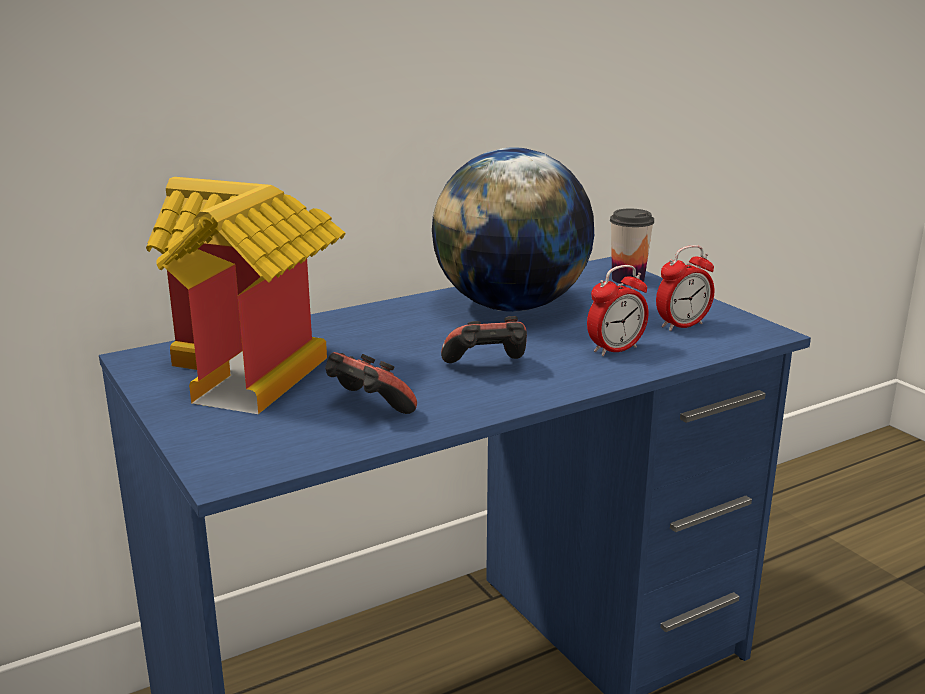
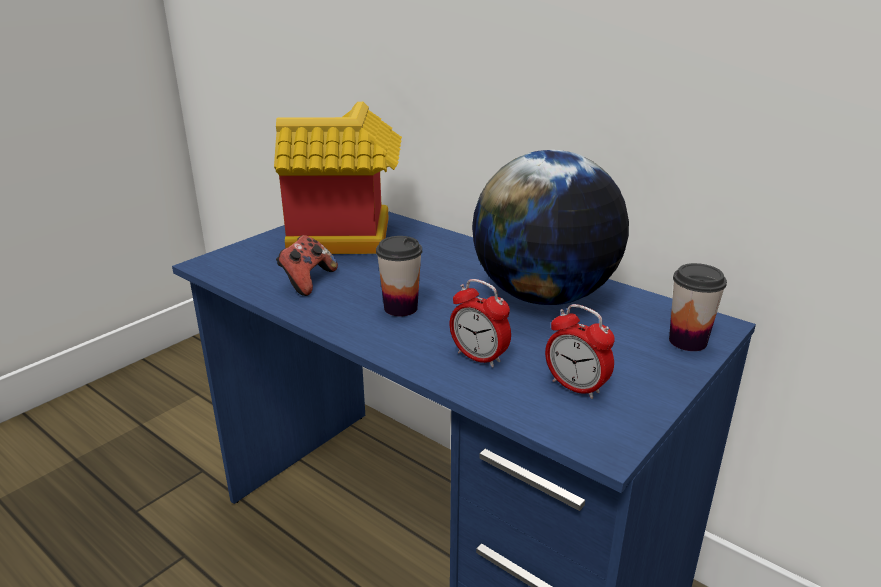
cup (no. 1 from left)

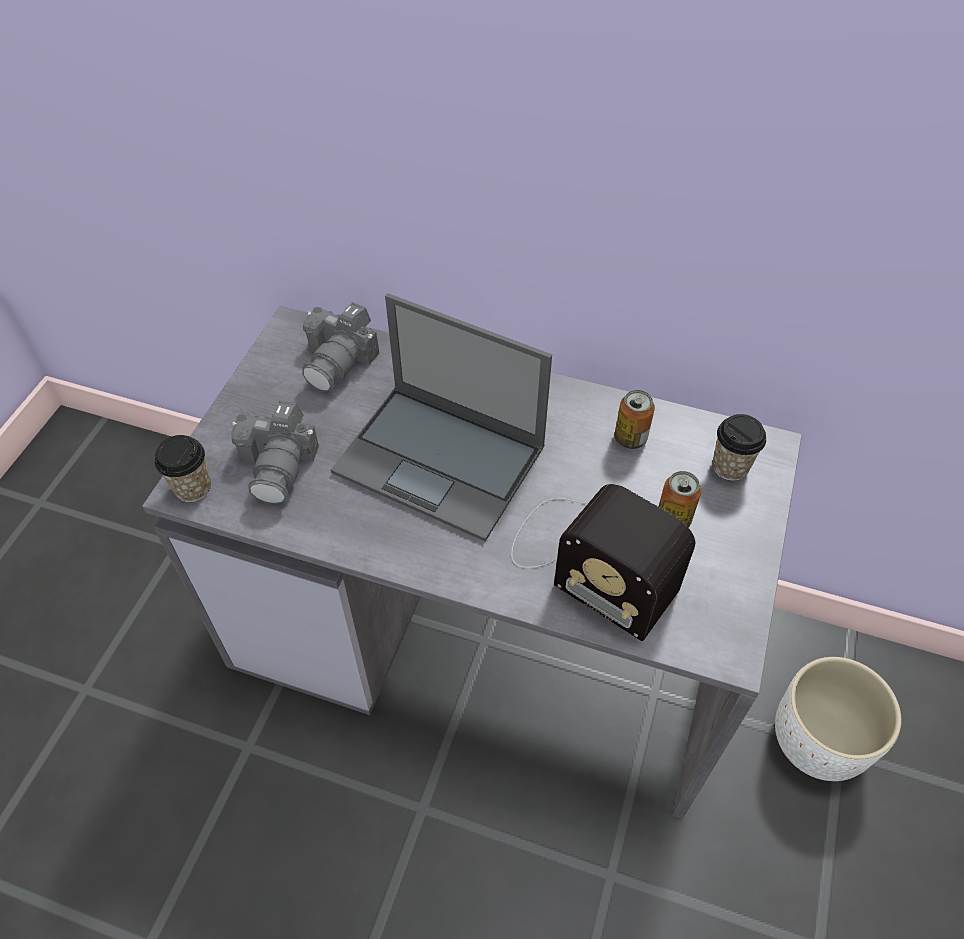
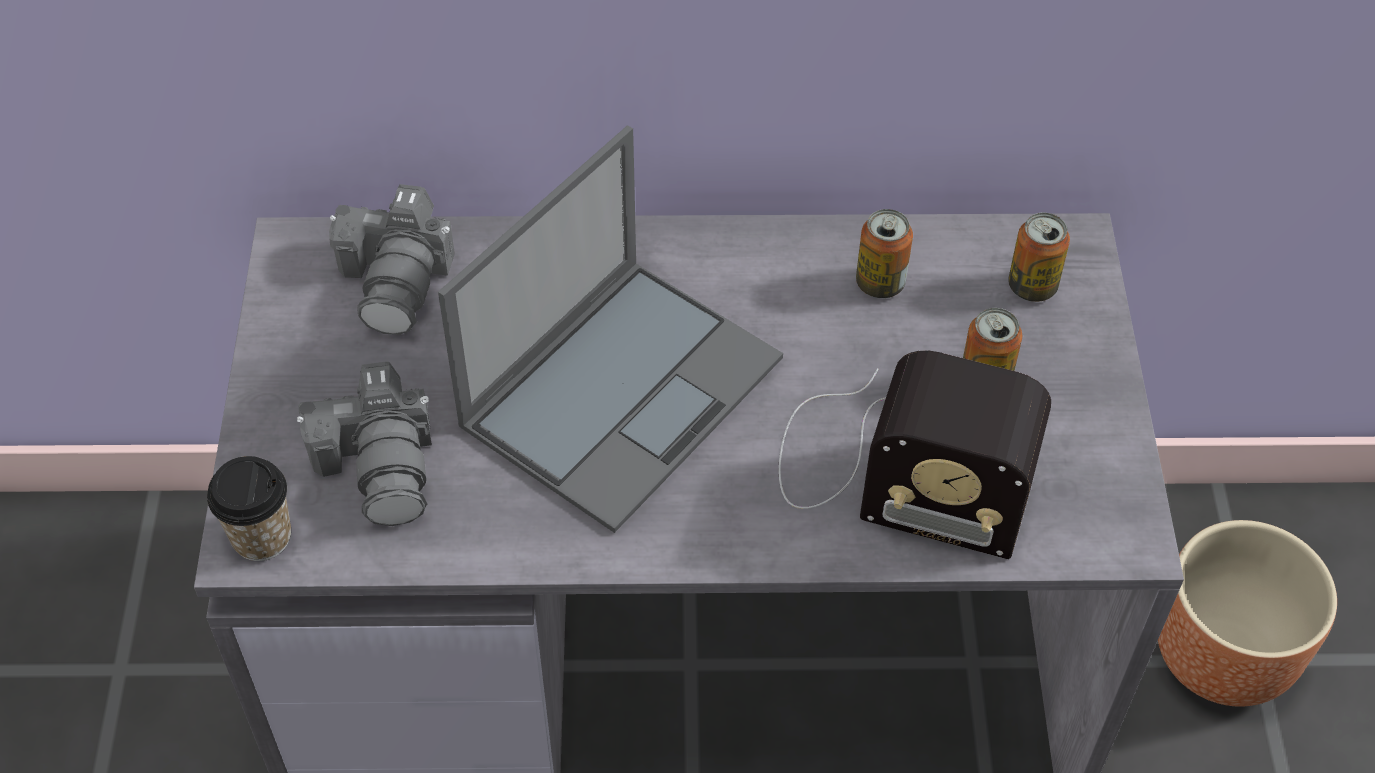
laptop
can (no. 3 from left)
brown planter

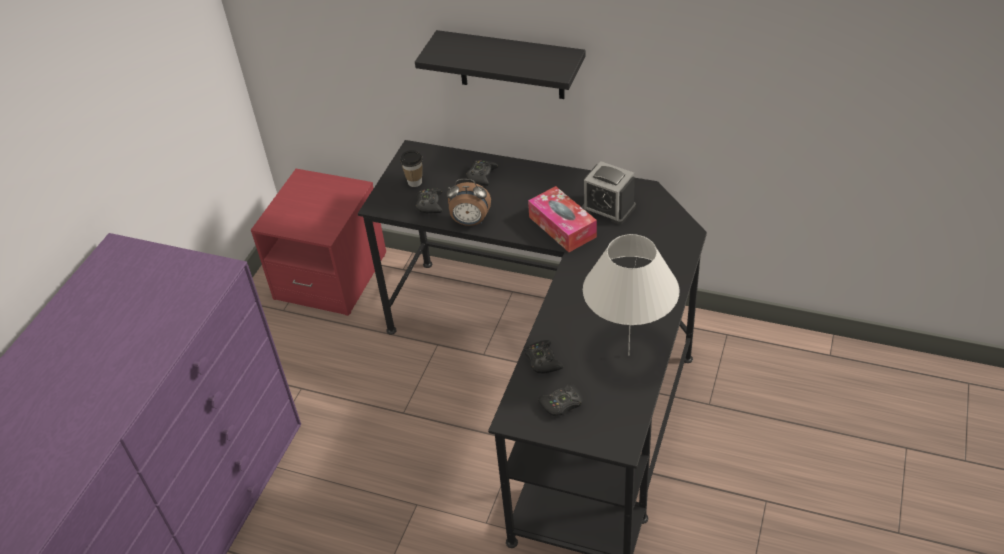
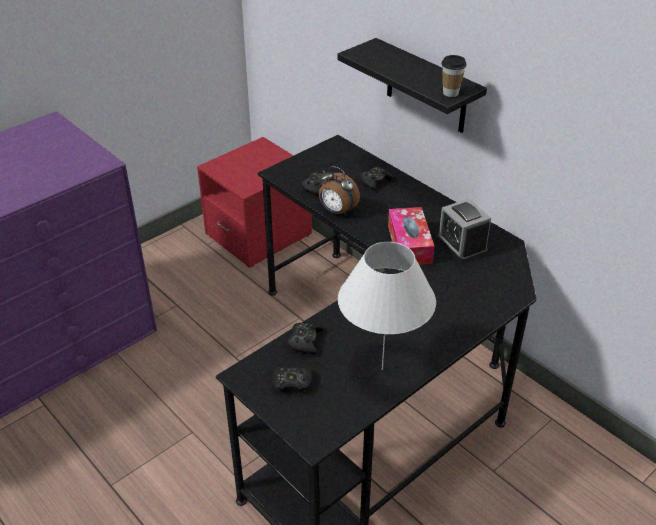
cup

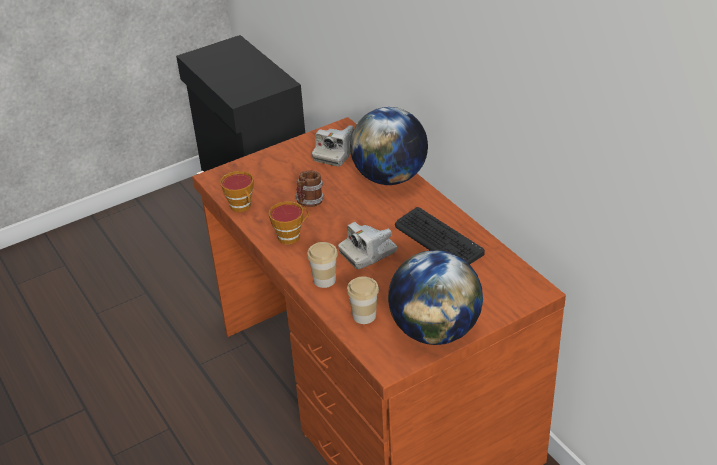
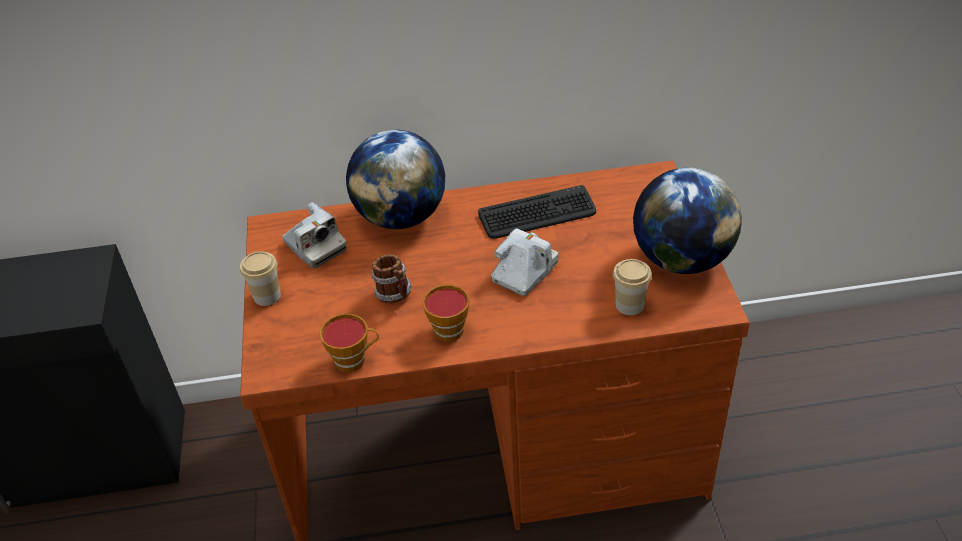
cup (no. 1 from left)
photo camera (no. 2 from left)

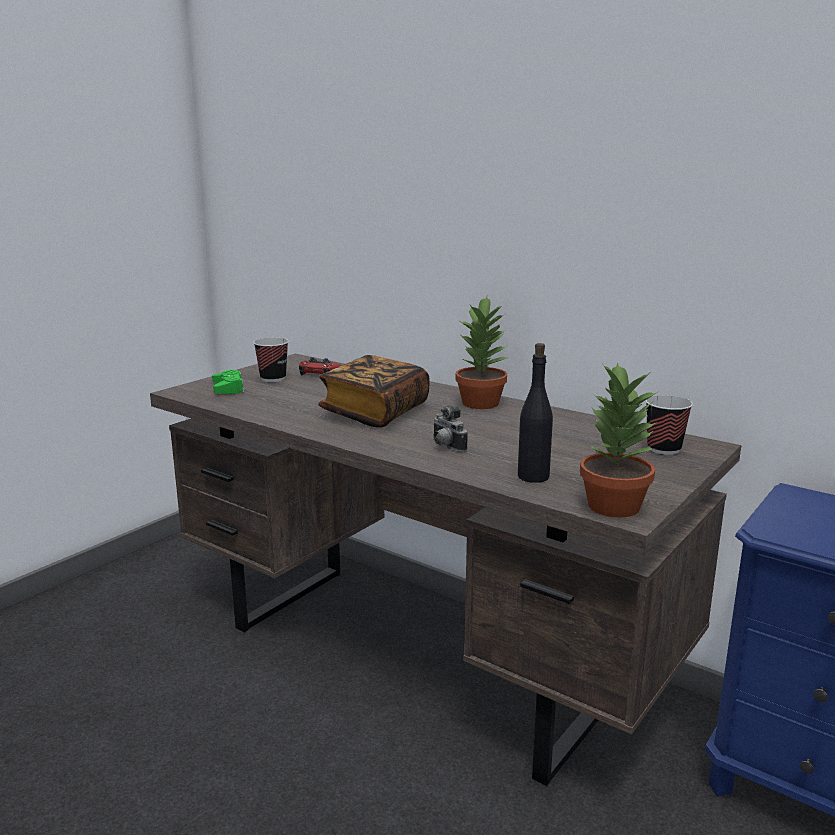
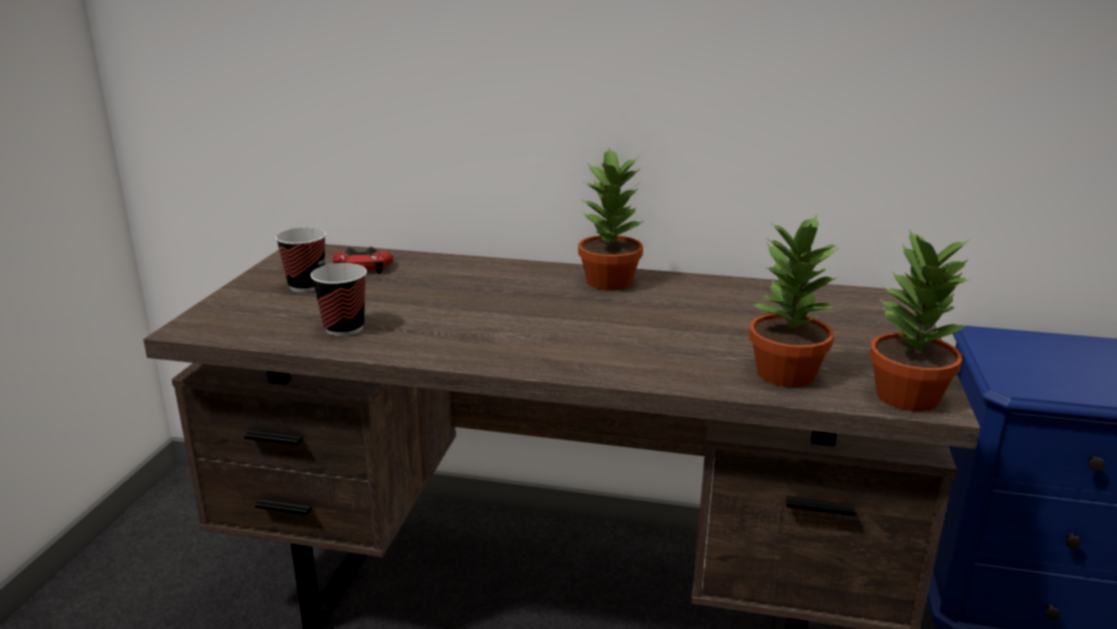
cup (no. 2 from left)
potted plant (no. 2 from left)
green game controller
book
photo camera

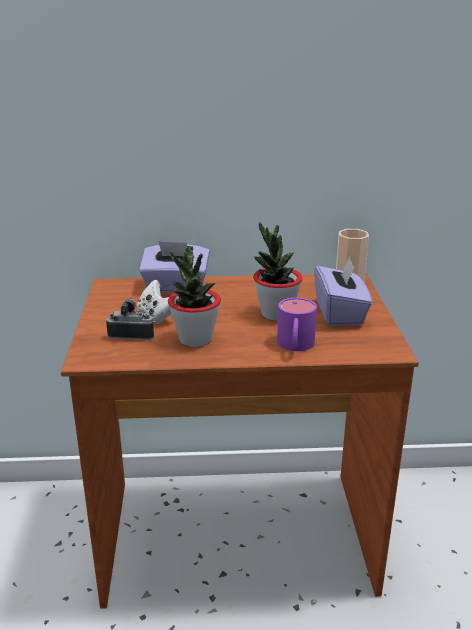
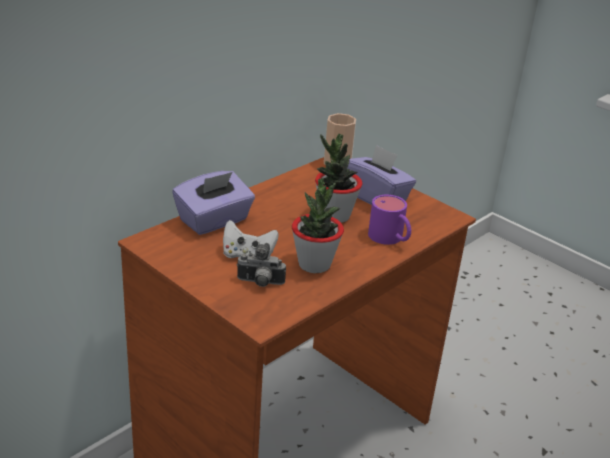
photo camera

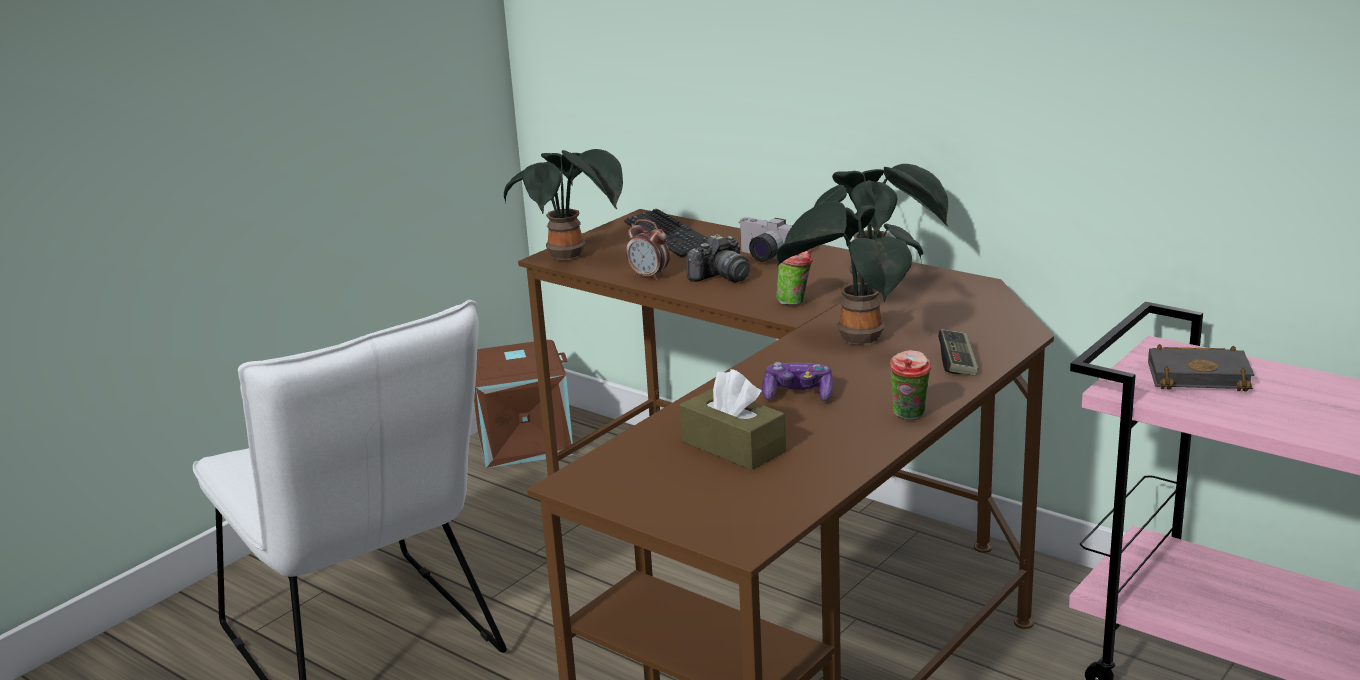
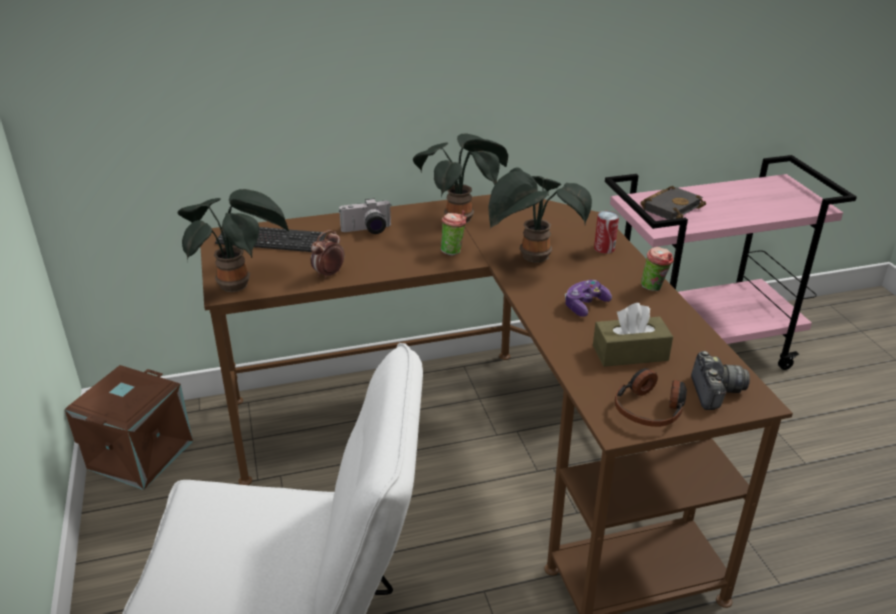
alarm clock
can
headphones
photo camera (no. 2 from left)

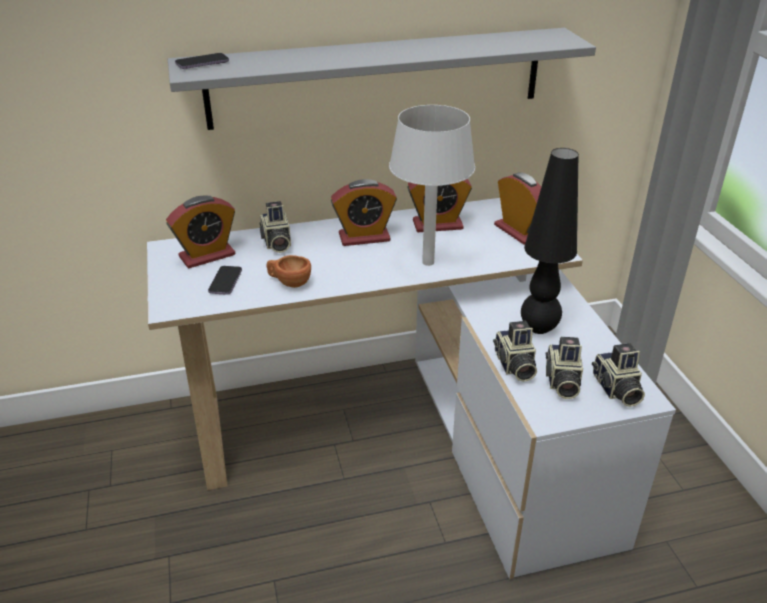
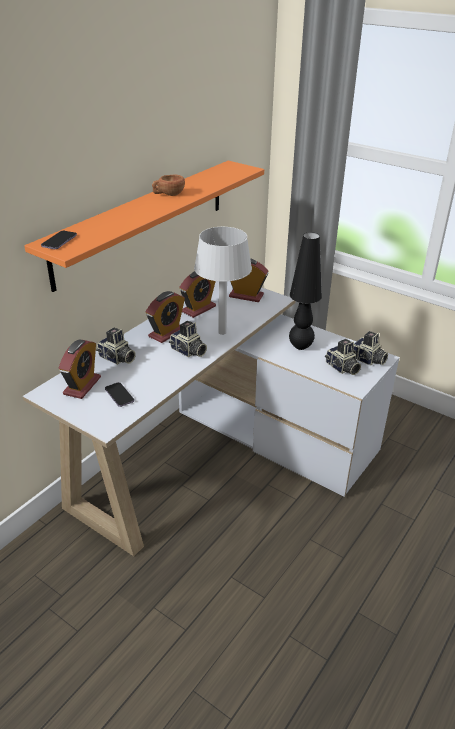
orange shelf
brown cup
photo camera (no. 2 from left)

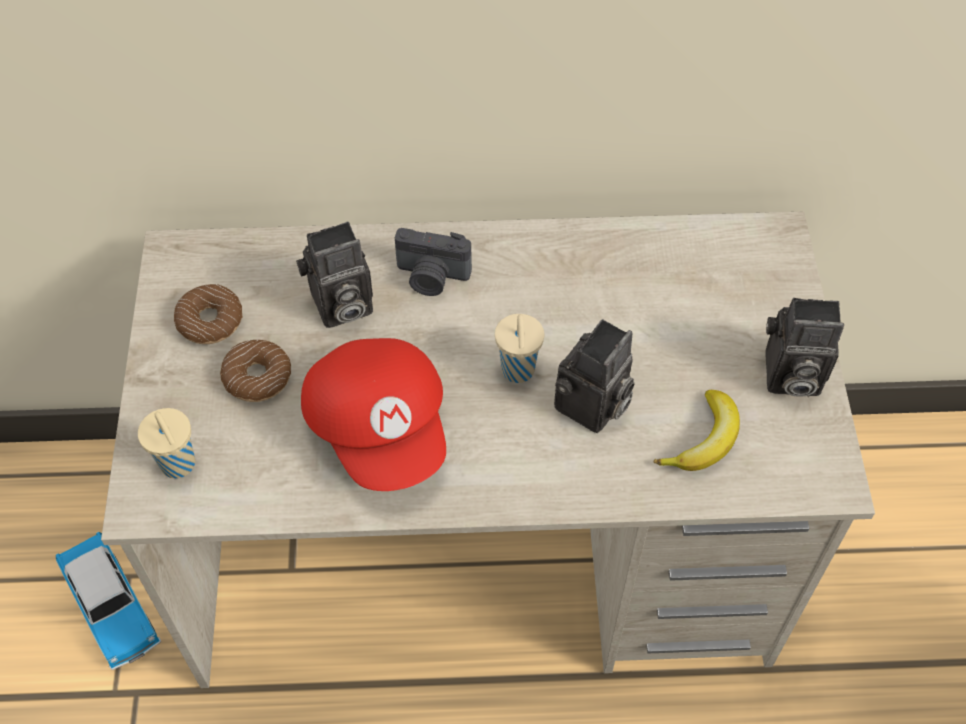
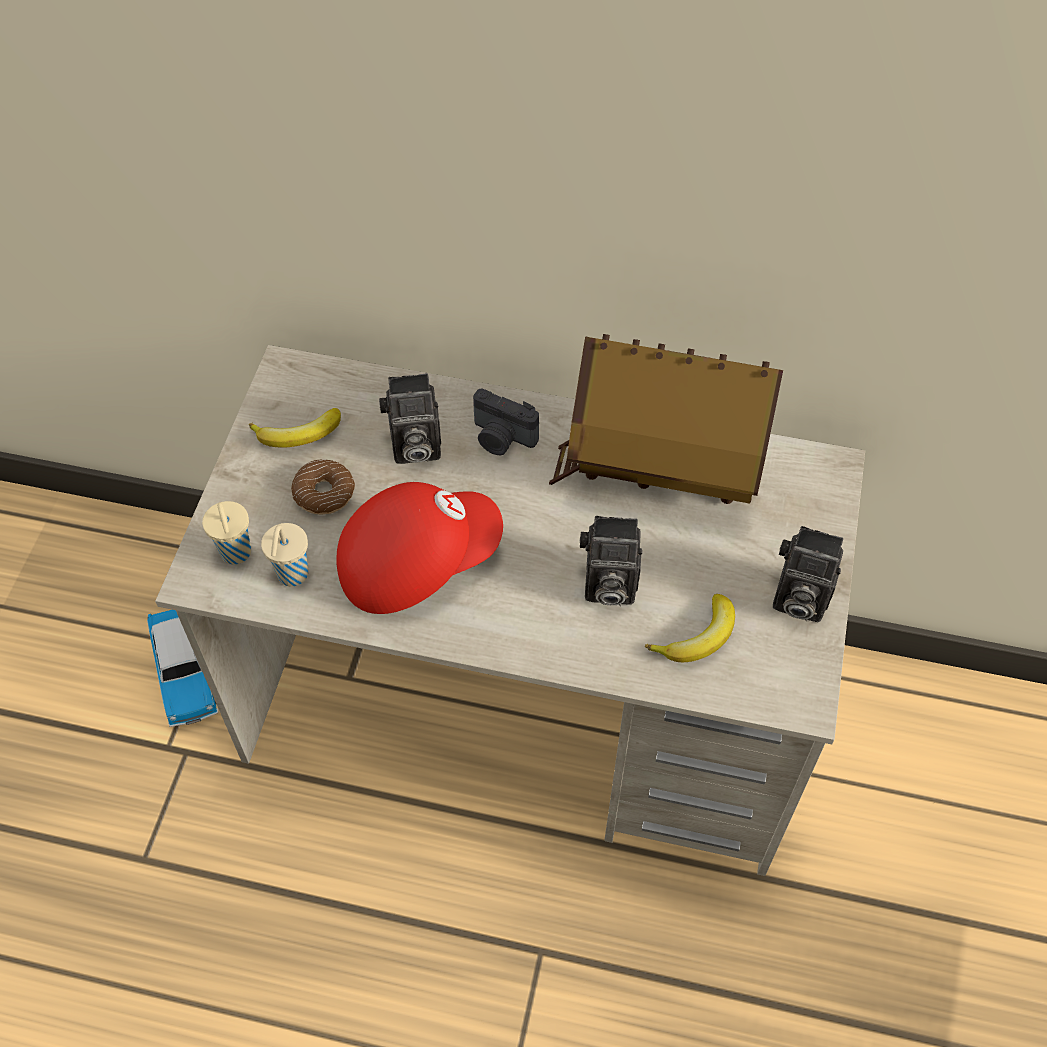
banana (no. 1 from left)
beige cup (no. 2 from left)
red cap
toy house
photo camera (no. 3 from left)

